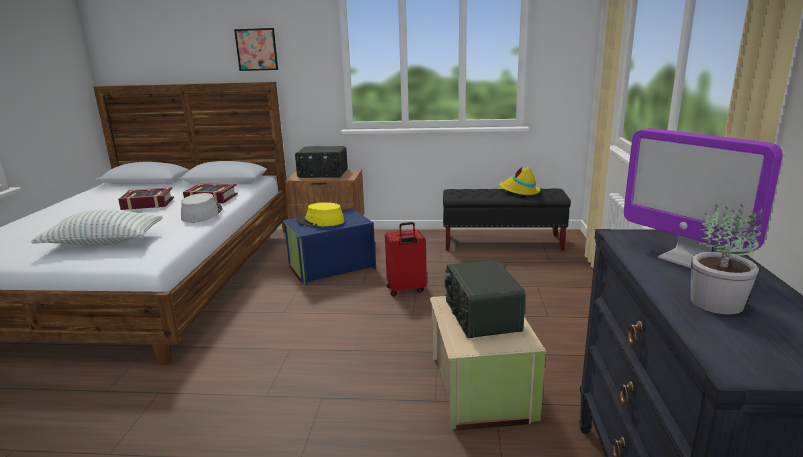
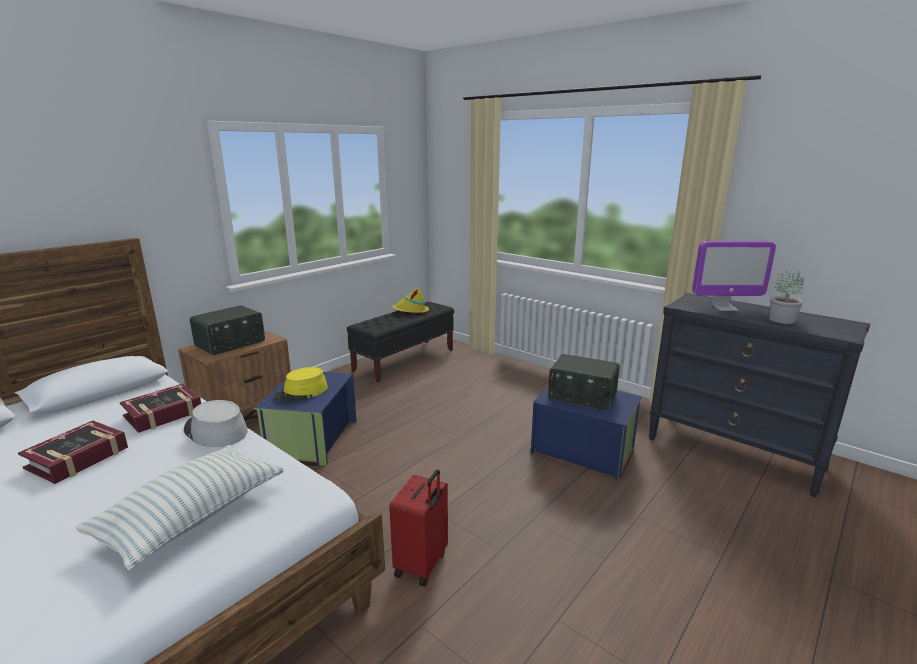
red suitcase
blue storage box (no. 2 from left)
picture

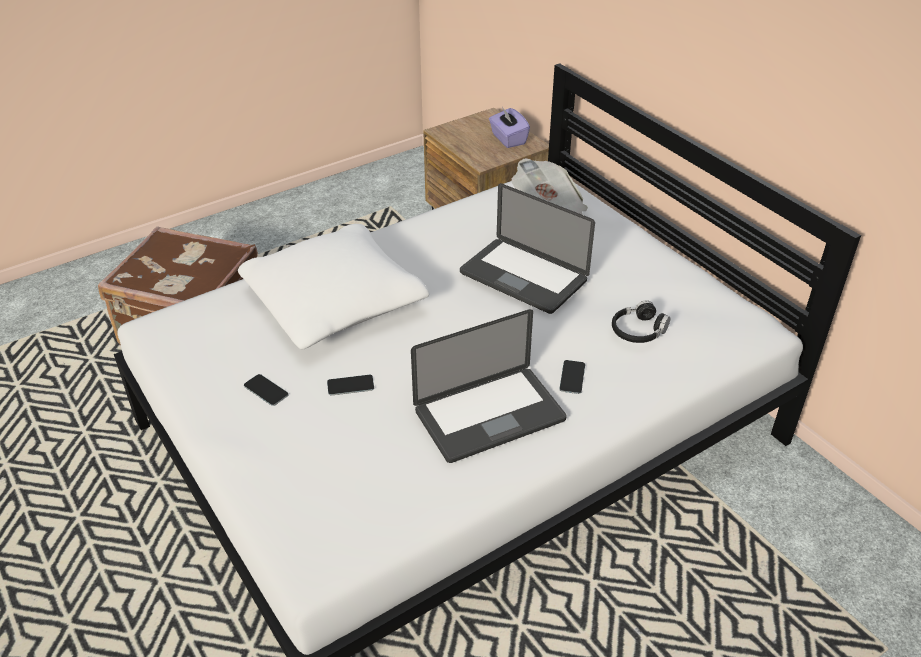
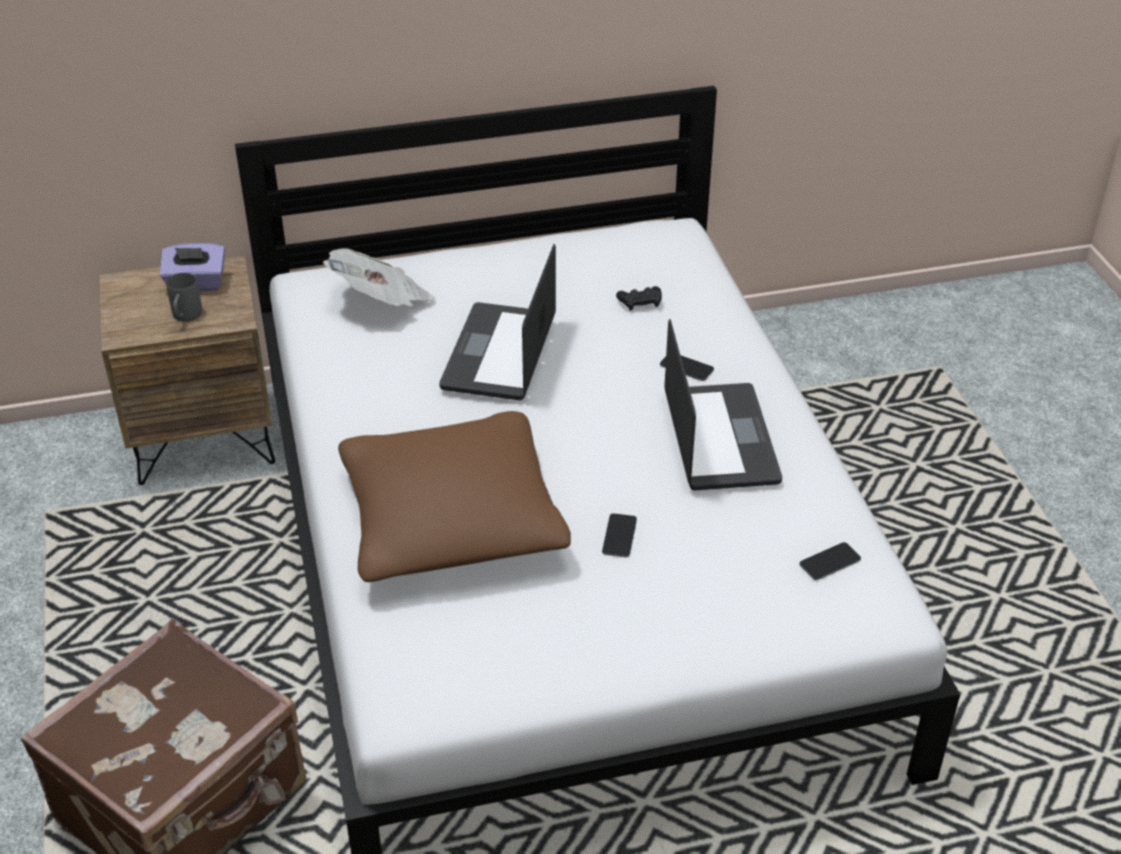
grey mug
brown pillow
laptop (no. 1 from left)
black game controller
phone (no. 3 from left)

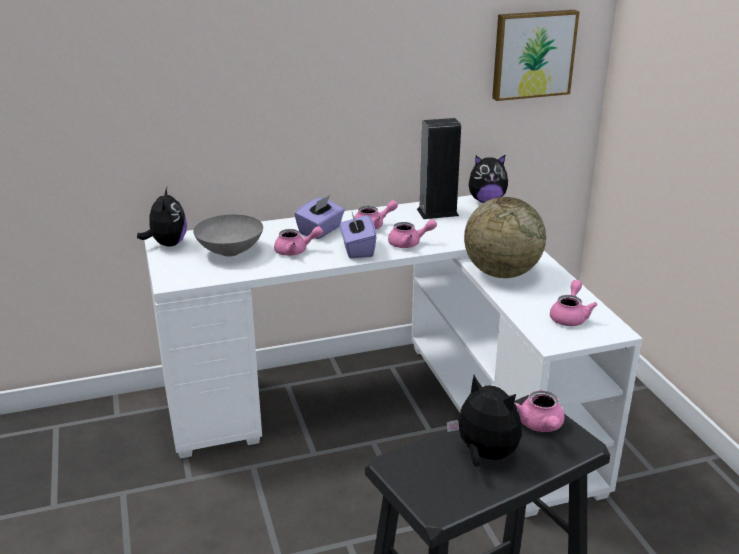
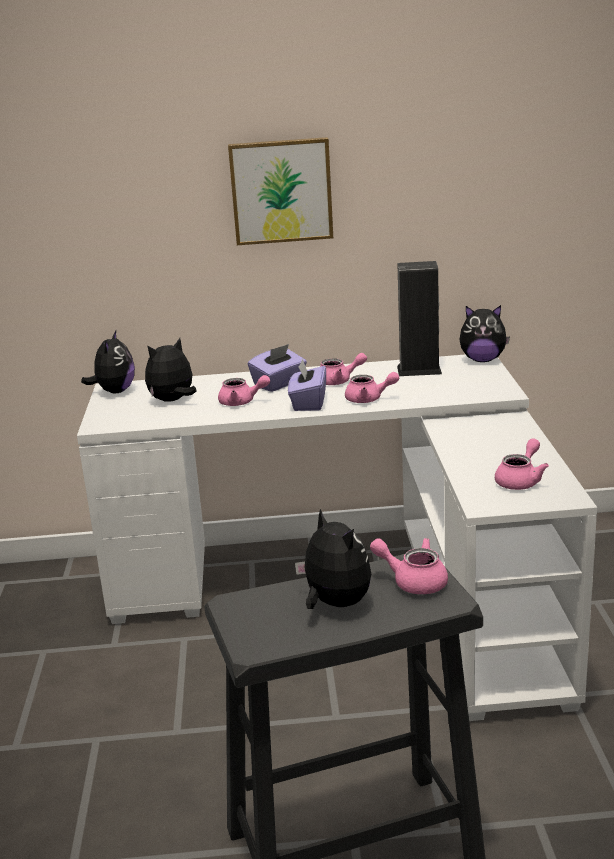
plush toy (no. 2 from left)
picture
pink teapot (no. 4 from left)
globe

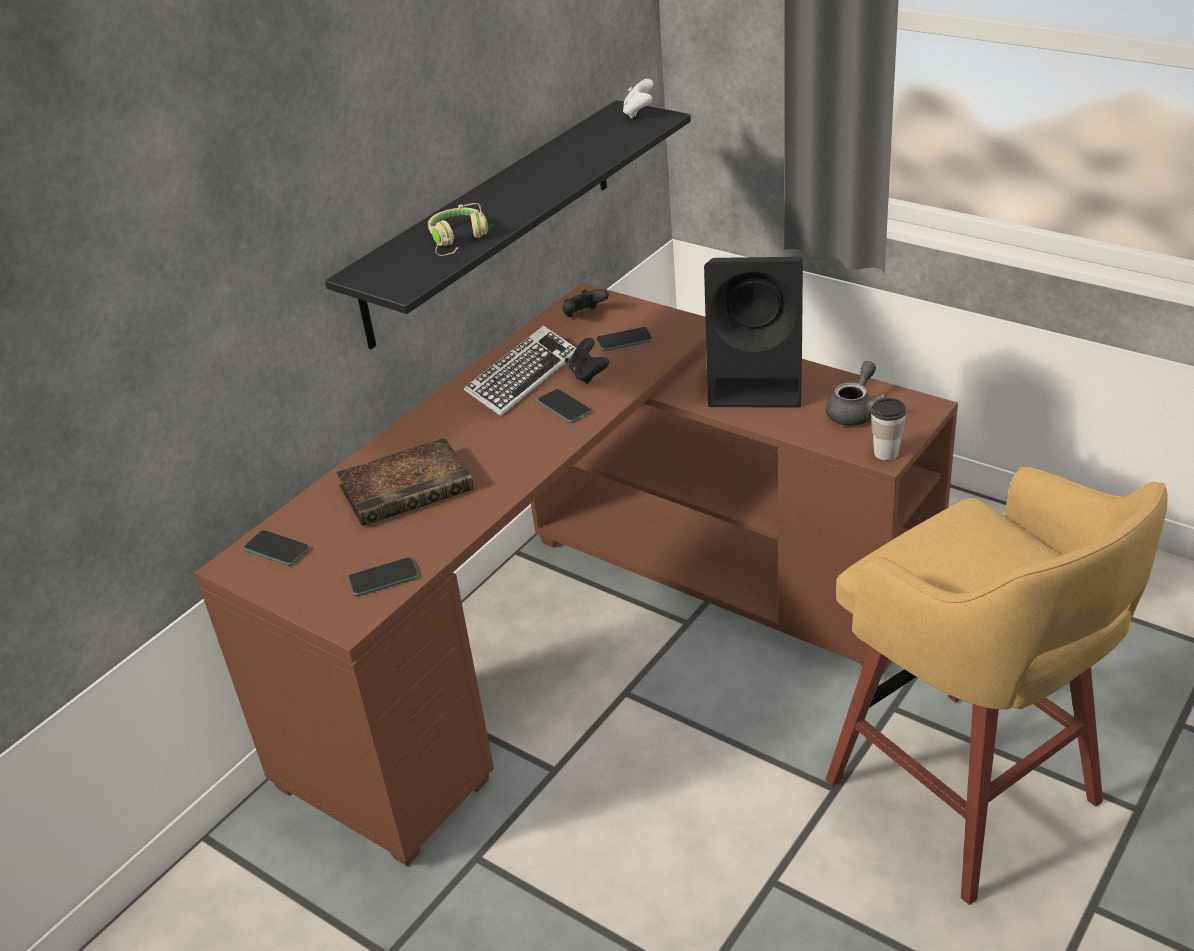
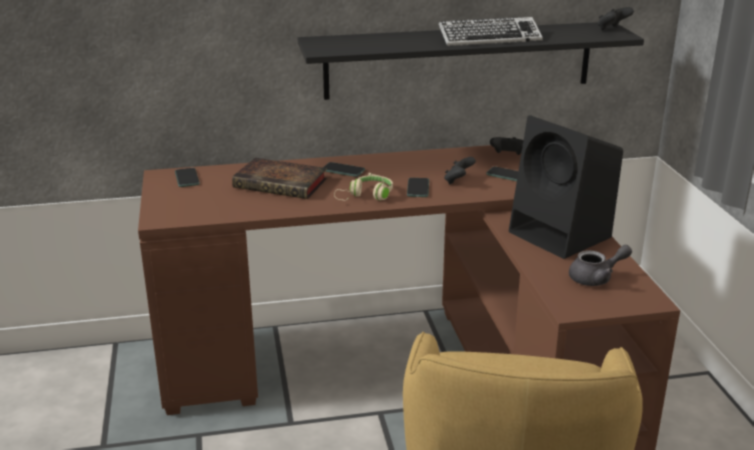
phone (no. 2 from left)
beige headphones
keyboard
black game controller (no. 3 from left)
cup

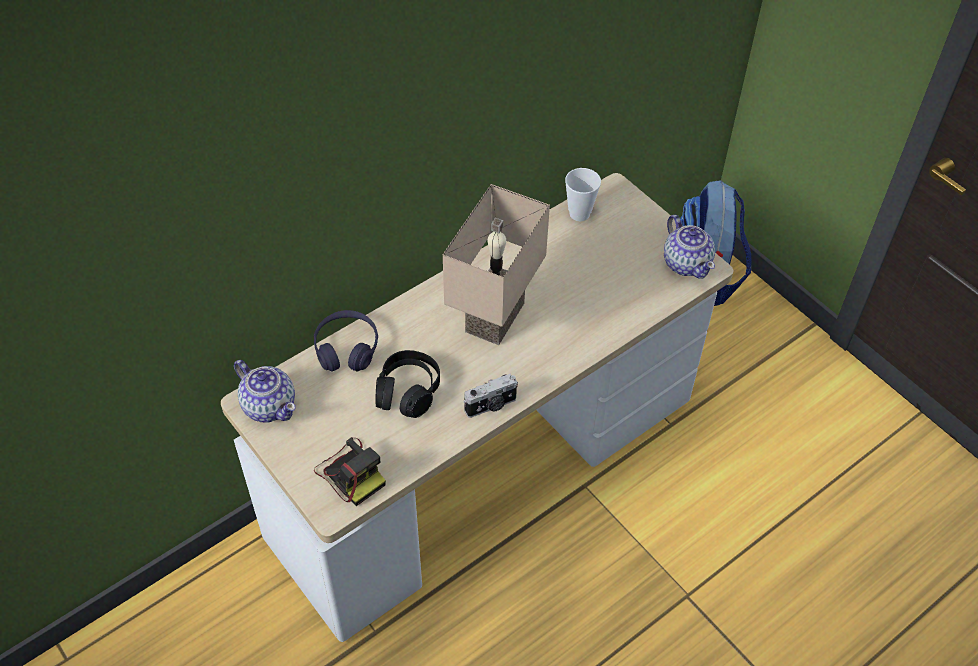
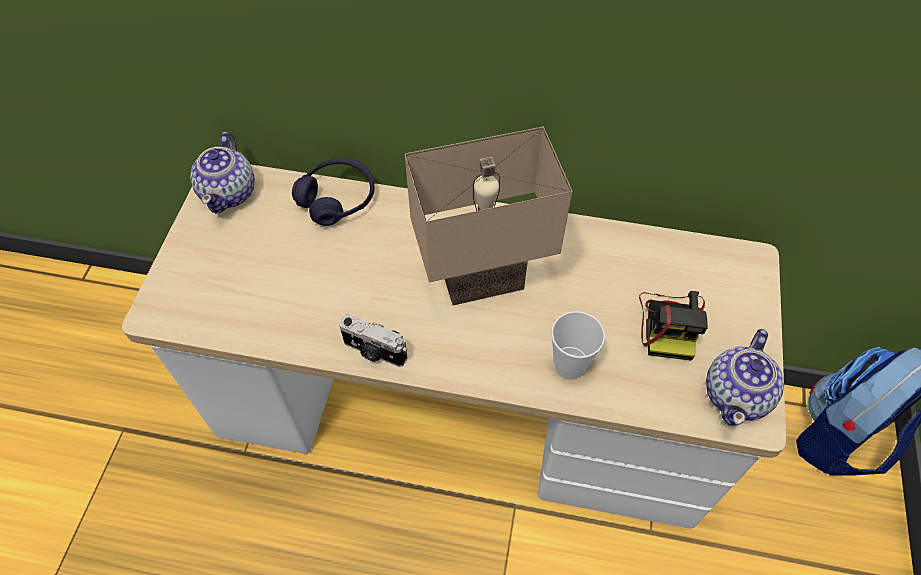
cup
photo camera (no. 2 from left)
black headphones

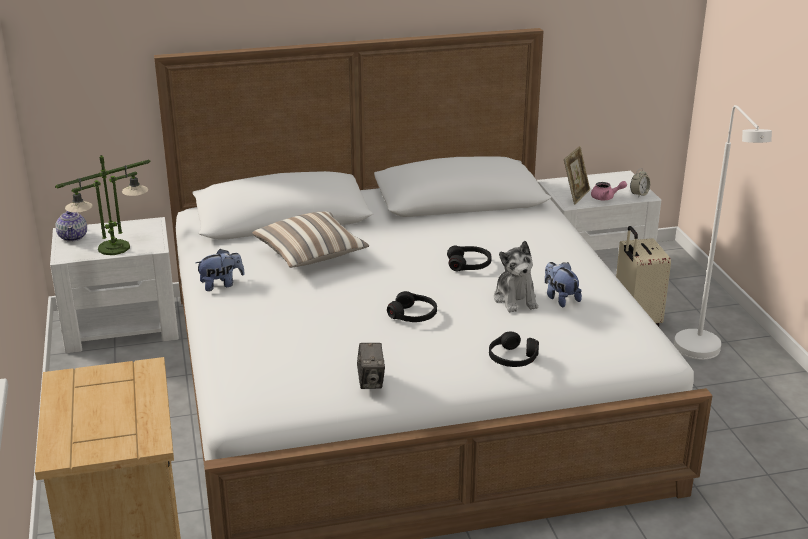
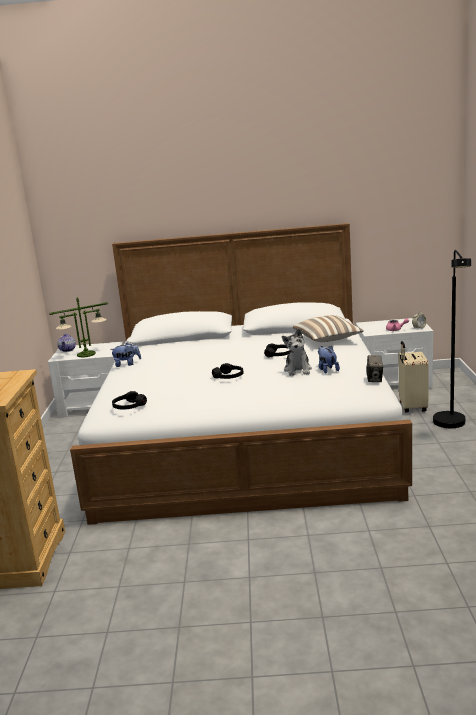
black headphones (no. 1 from left)
pillow
photo camera
black floor lamp
picture frame

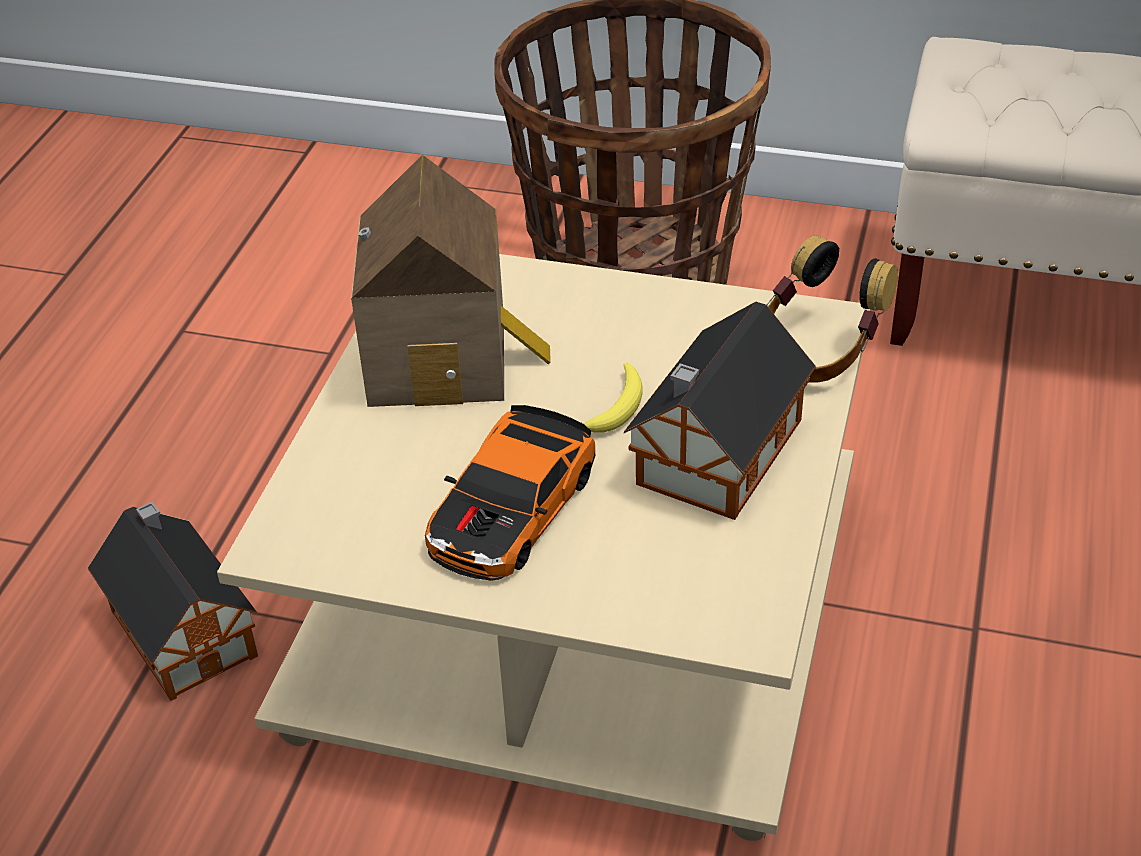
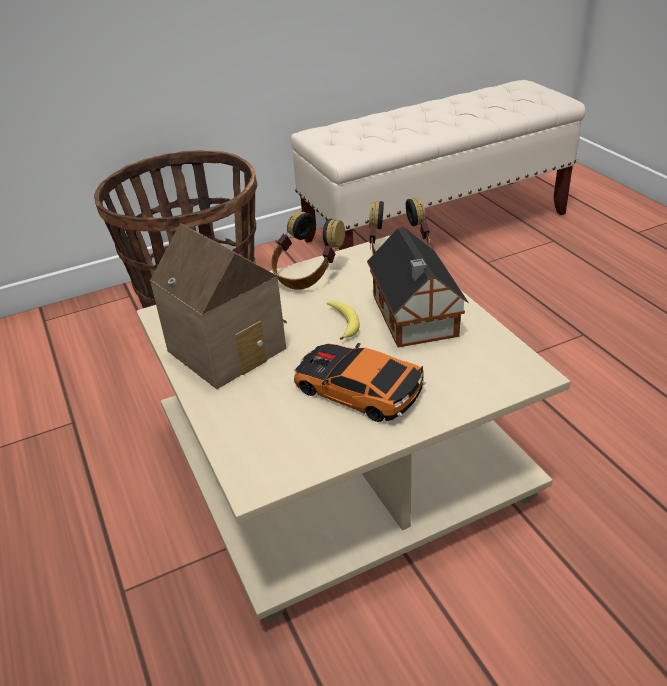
headphones (no. 1 from left)
toy car
toy house (no. 1 from left in the first image)

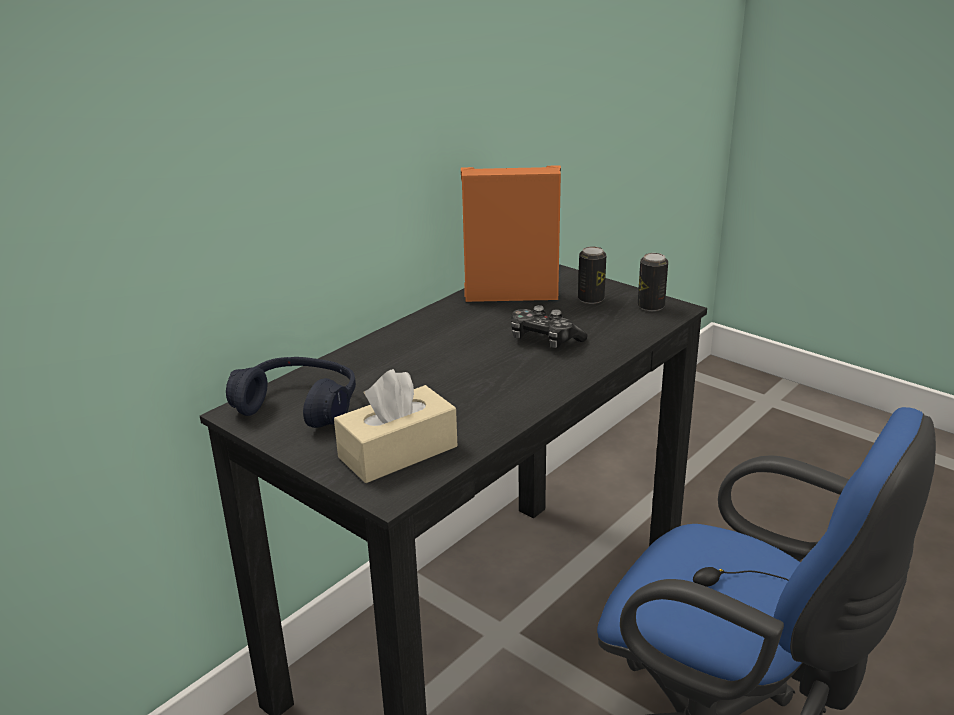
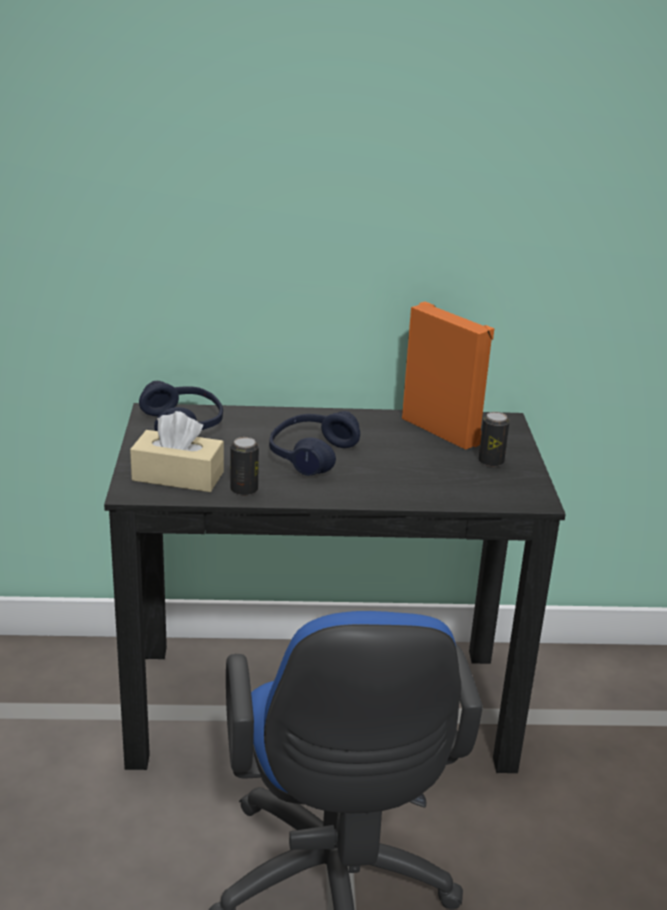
can (no. 1 from left)
blue headphones (no. 2 from left)
game controller

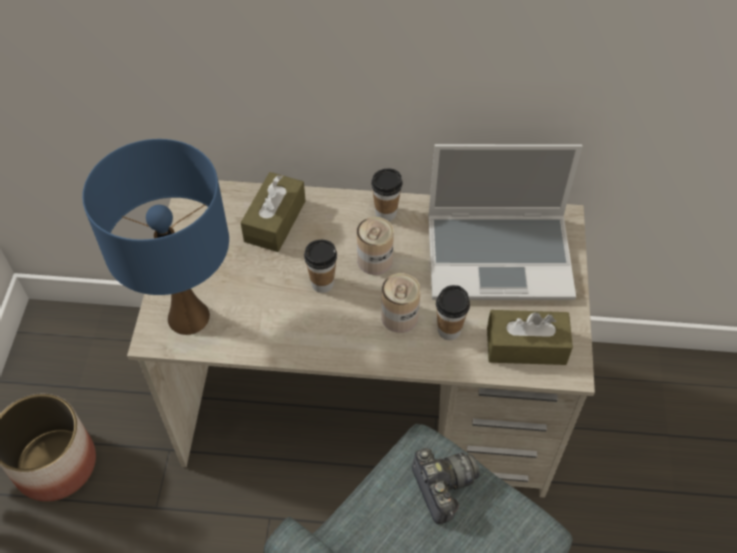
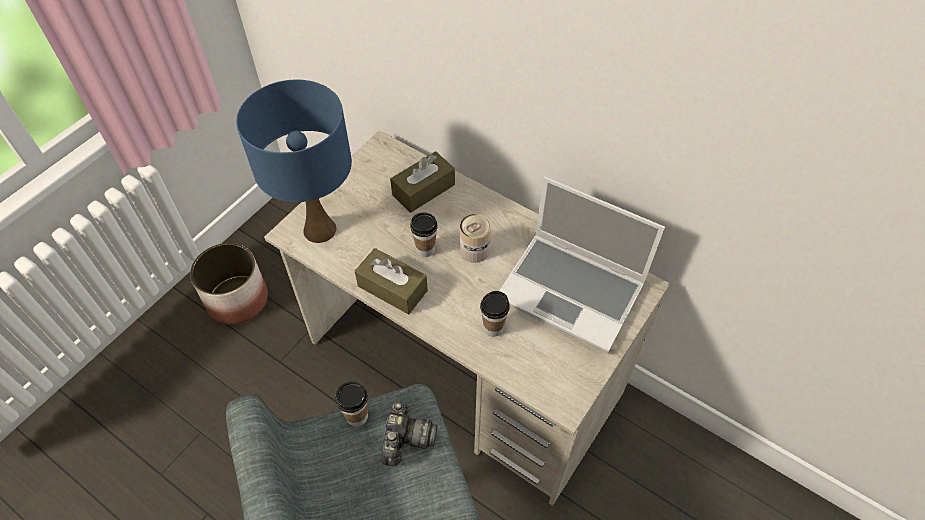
cup (no. 1 from left)
brown tissue box (no. 1 from left)
can (no. 2 from left in the first image)

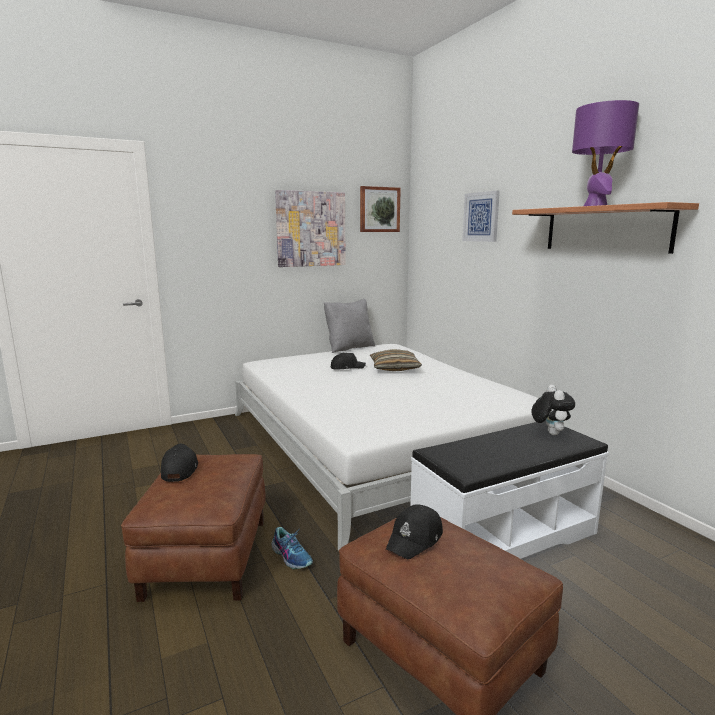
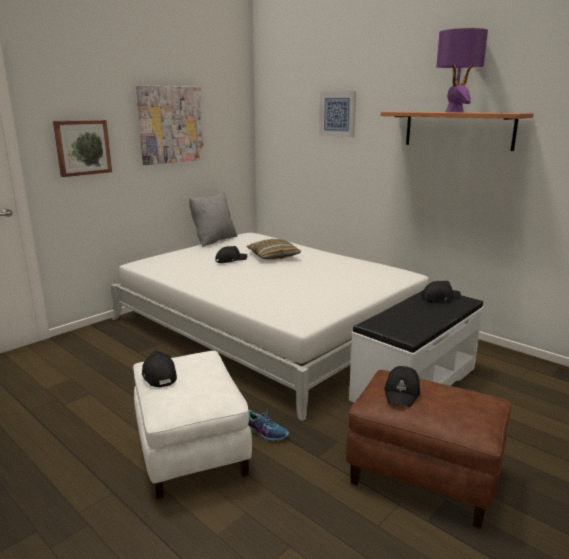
picture (no. 1 from left)
white ottoman
black cap (no. 4 from left)

